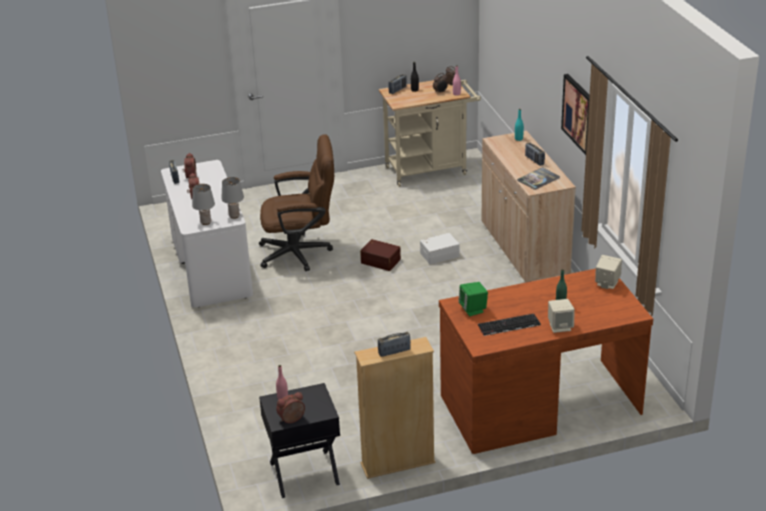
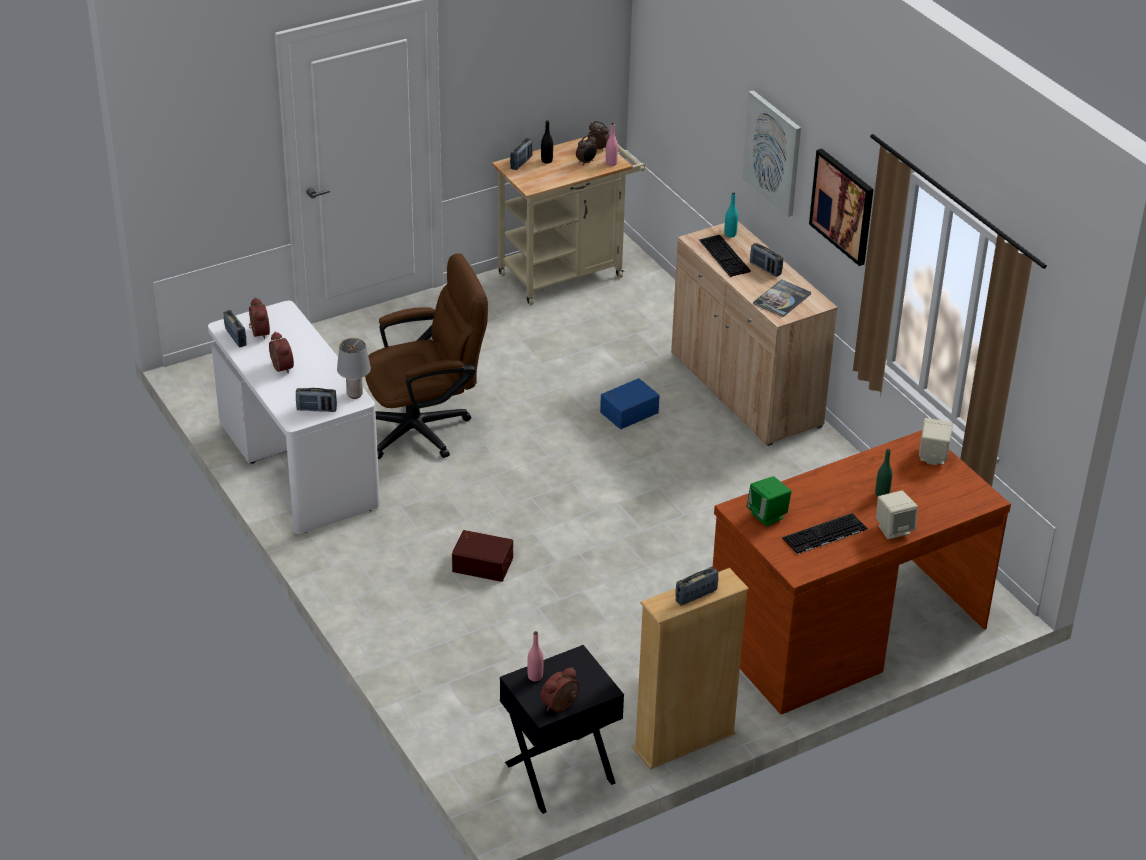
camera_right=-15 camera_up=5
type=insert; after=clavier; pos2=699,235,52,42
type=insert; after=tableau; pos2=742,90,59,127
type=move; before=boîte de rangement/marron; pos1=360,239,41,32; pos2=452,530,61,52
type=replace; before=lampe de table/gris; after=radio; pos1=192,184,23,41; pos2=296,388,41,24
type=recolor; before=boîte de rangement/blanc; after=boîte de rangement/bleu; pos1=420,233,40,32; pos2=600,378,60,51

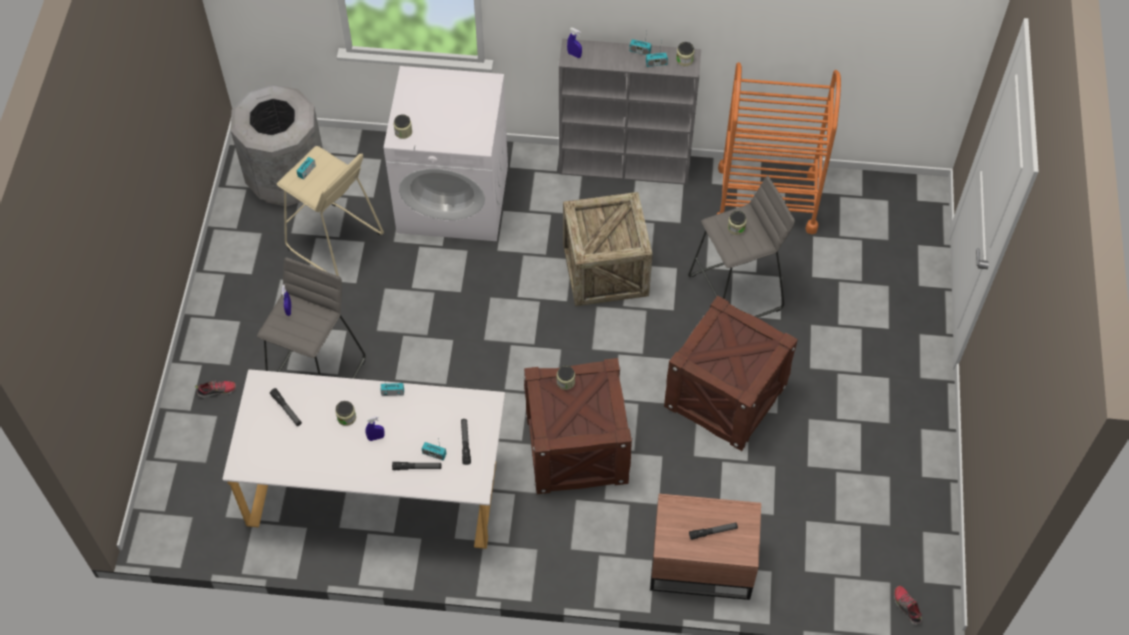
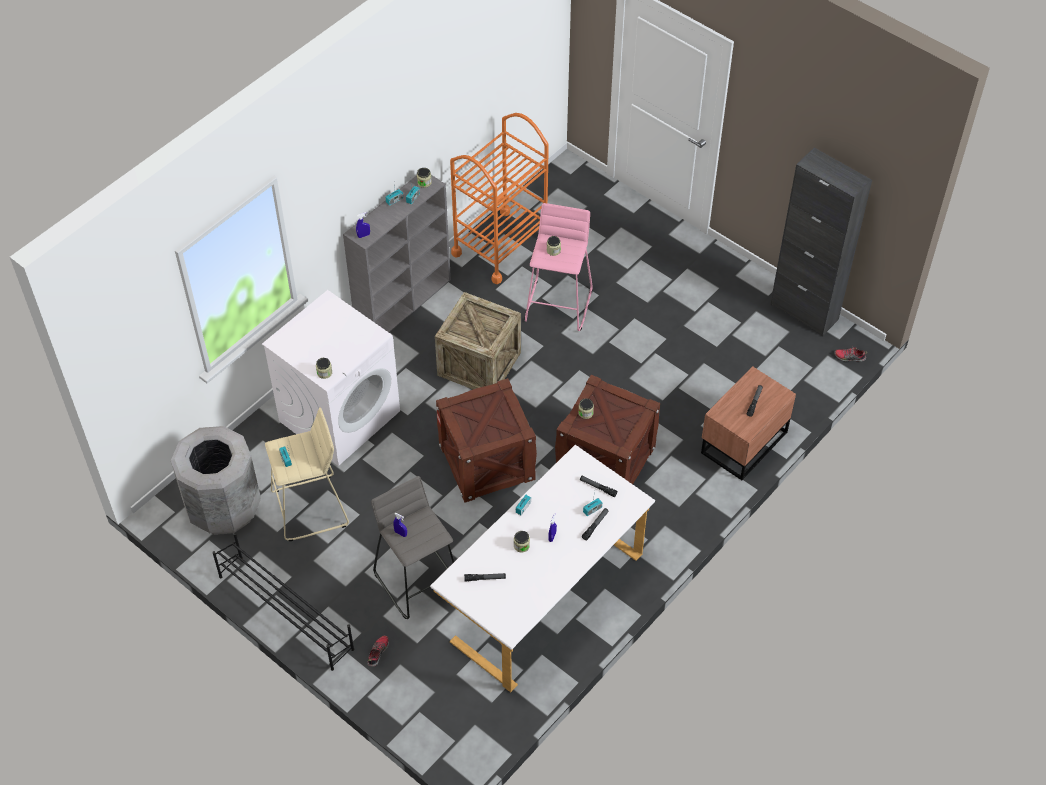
camera_right=-55 camera_up=-5
type=insert; after=étagère à chaussures/noir; pos2=212,533,142,138
type=insert; after=meuble de rangement/noir; pos2=770,147,102,189
type=move; before=caisse; pos1=664,295,134,156; pos2=436,378,101,125
type=recolor; before=tabouret/gris; after=tabouret/rose; pos1=688,176,107,142; pos2=524,203,69,128

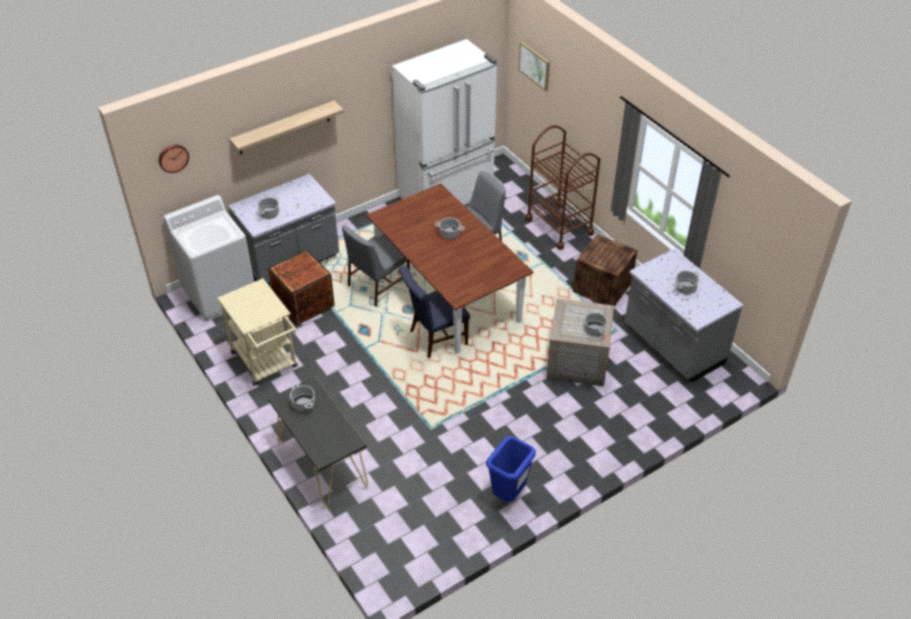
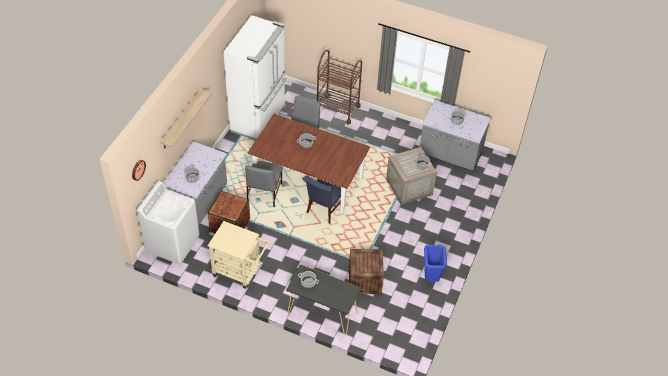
camera_right=-35 camera_up=5
type=delete; before=tableau; pos1=518,41,32,50
type=move; before=caisse; pos1=573,234,65,73; pos2=349,249,35,45

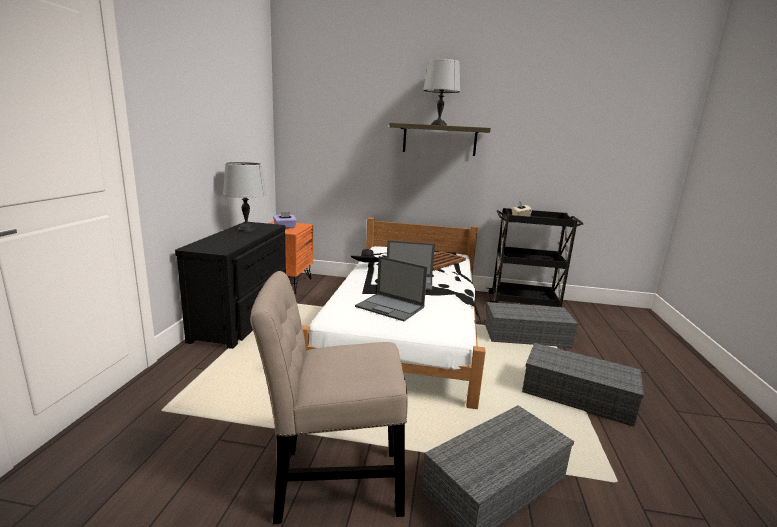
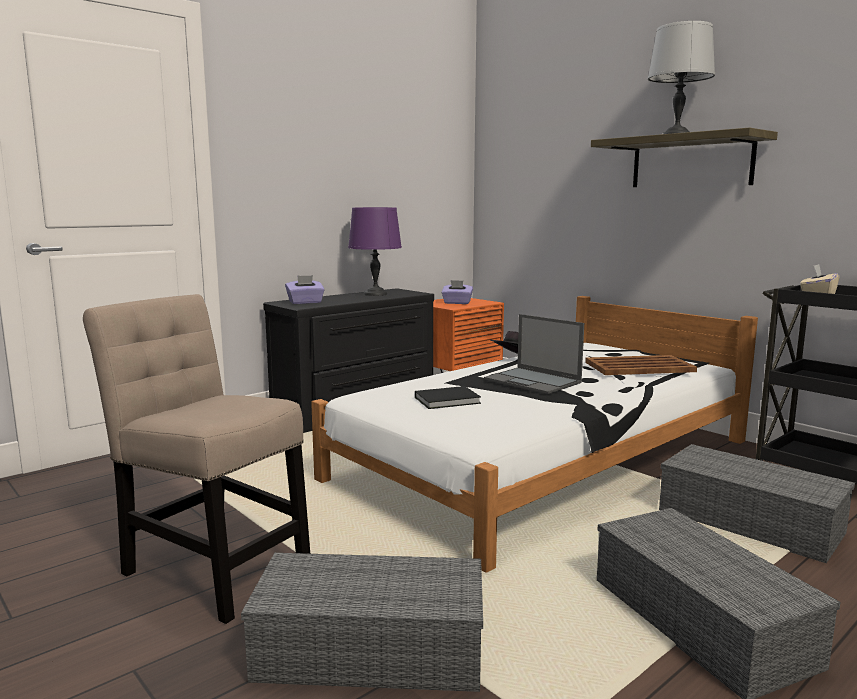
camera_right=40 camera_up=-5
type=insert; after=boîte à mouchoirs/violet; pos2=285,275,40,29
type=replace; before=ordinateur portable; after=livre/noir; pos1=355,256,72,65; pos2=415,386,66,23
type=recolor; before=lampe de table/gris; after=lampe de table/violet; pos1=223,162,43,70; pos2=348,207,54,89

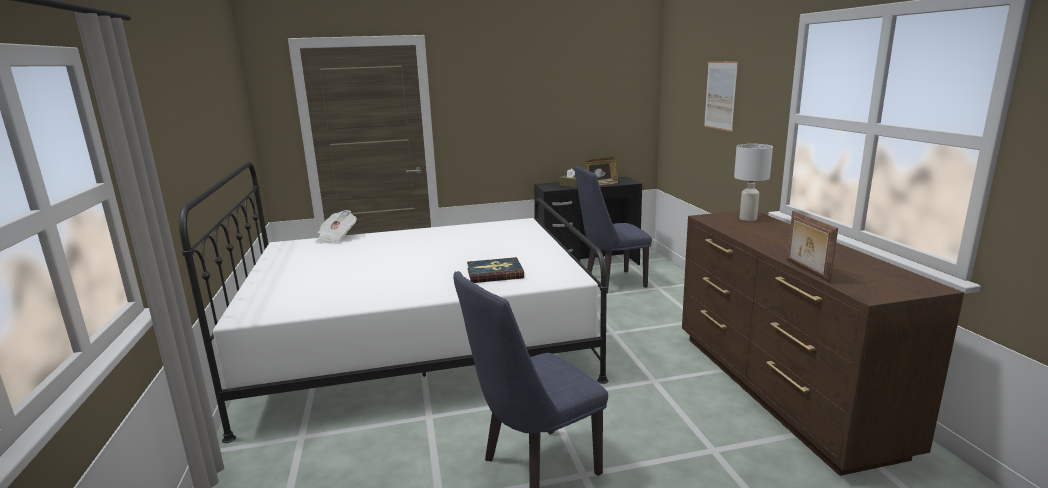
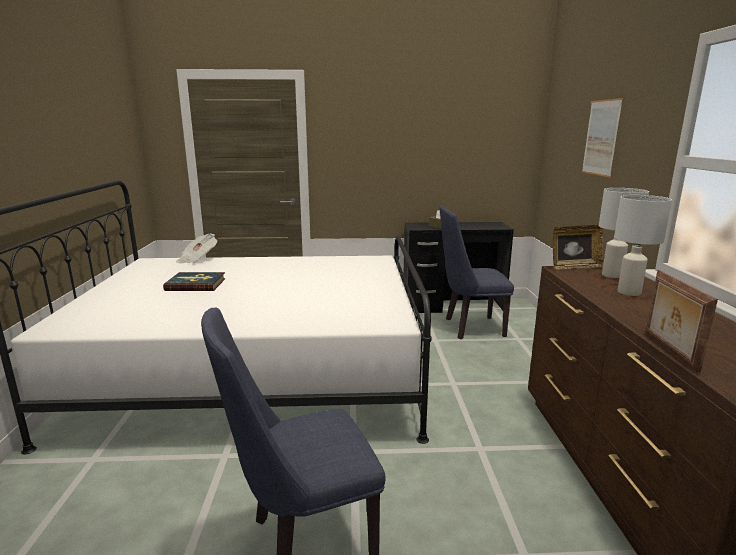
camera_right=10 camera_up=0
type=insert; after=lampe de table/blanc; pos2=614,195,58,101
type=move; before=livre; pos1=467,257,57,26; pos2=163,272,62,19
type=move; before=cadre photo; pos1=585,157,33,28; pos2=553,225,50,44

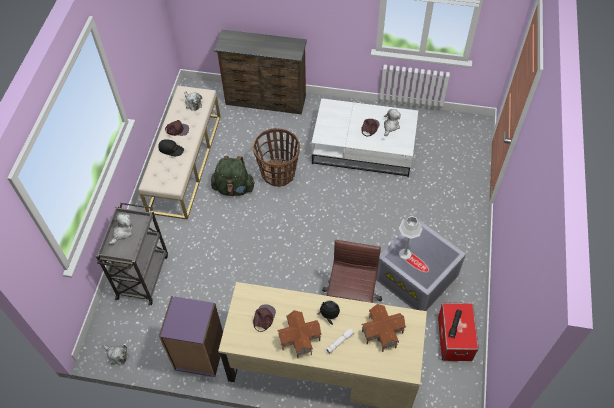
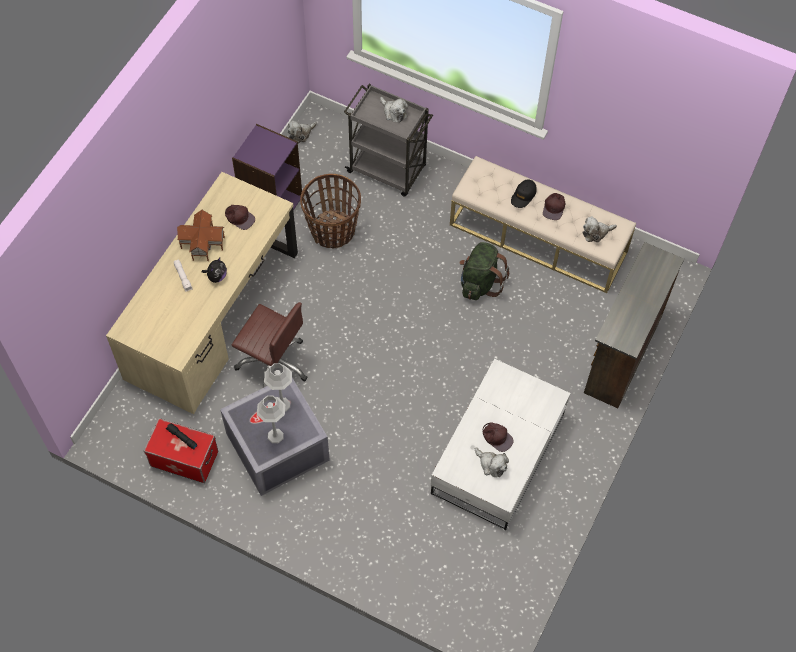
camera_right=105 camera_up=5
type=delete; before=maison miniature; pos1=361,304,45,48
type=insert; after=lampe de table/gris; pos2=257,395,28,48
type=move; before=panier; pos1=253,128,47,59; pos2=300,174,61,75

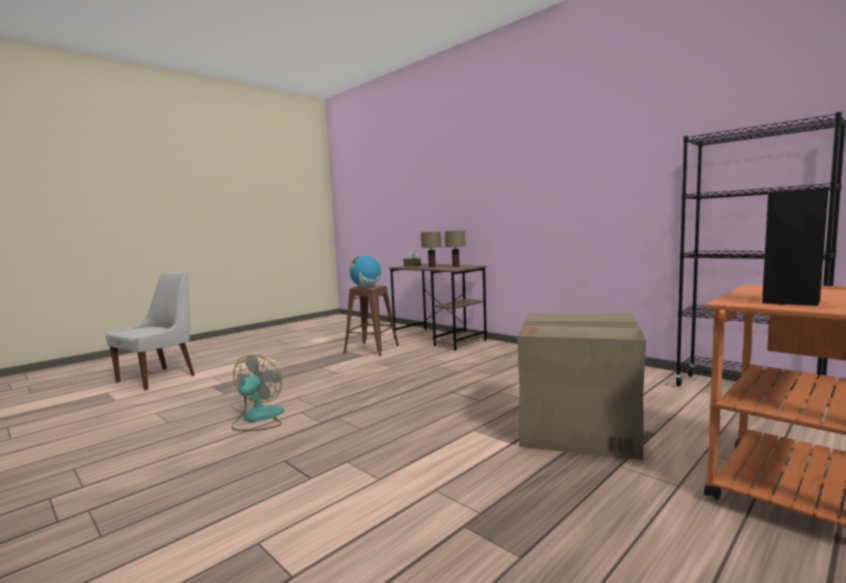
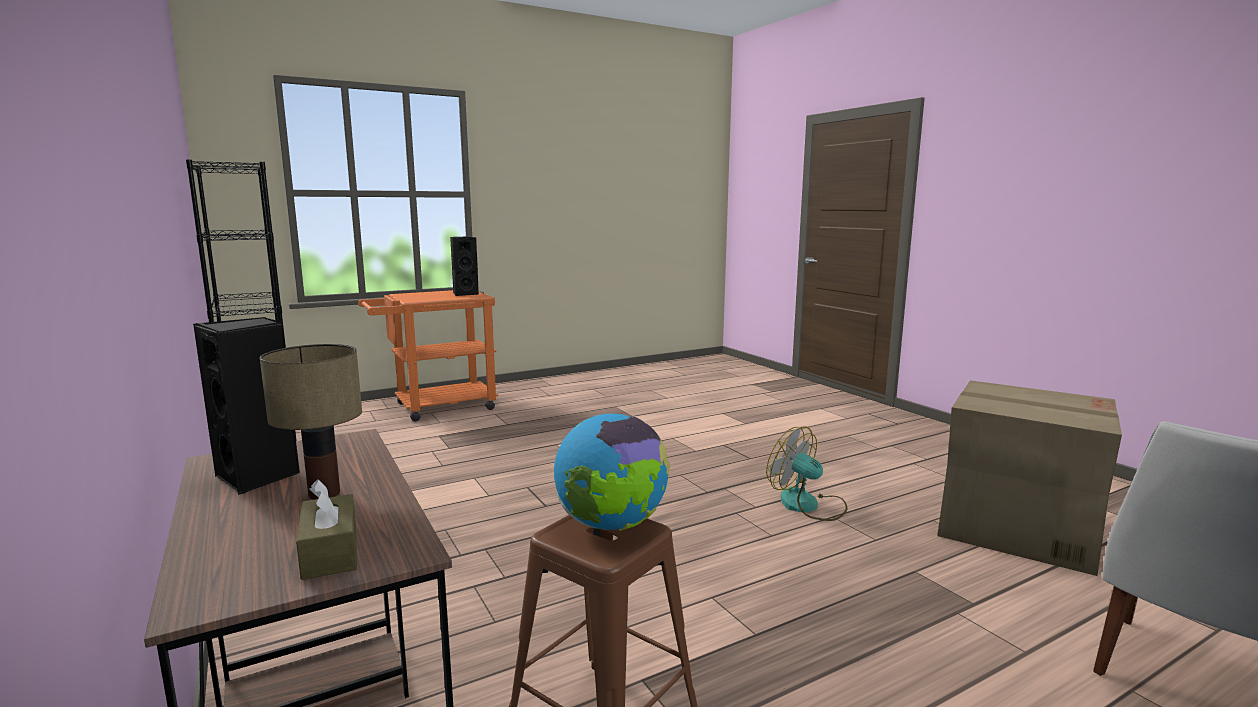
camera_right=-165 camera_up=5
type=move; before=carton; pos1=517,313,129,147; pos2=937,380,185,196
type=replace; before=lampe de table; after=enceinte/noir; pos1=445,231,21,36; pos2=193,317,107,178
type=rotate; before=ventilateur; pos1=231,355,54,76; pos2=766,426,81,95; turn=105

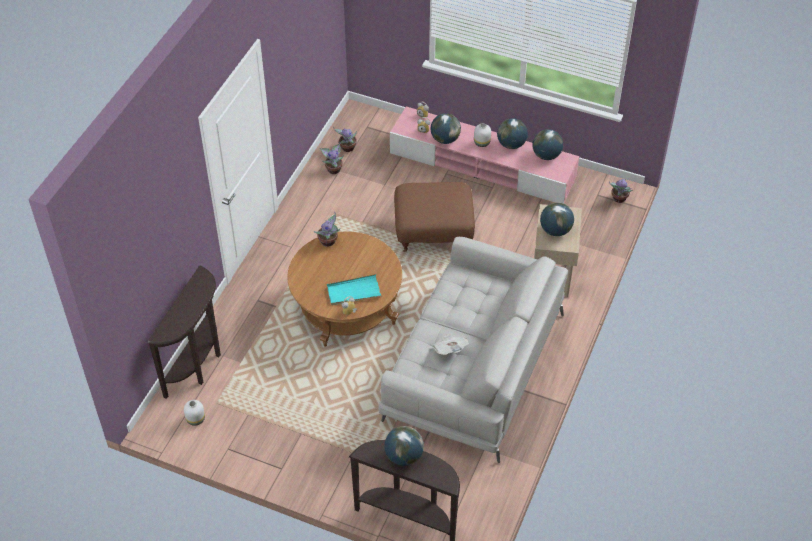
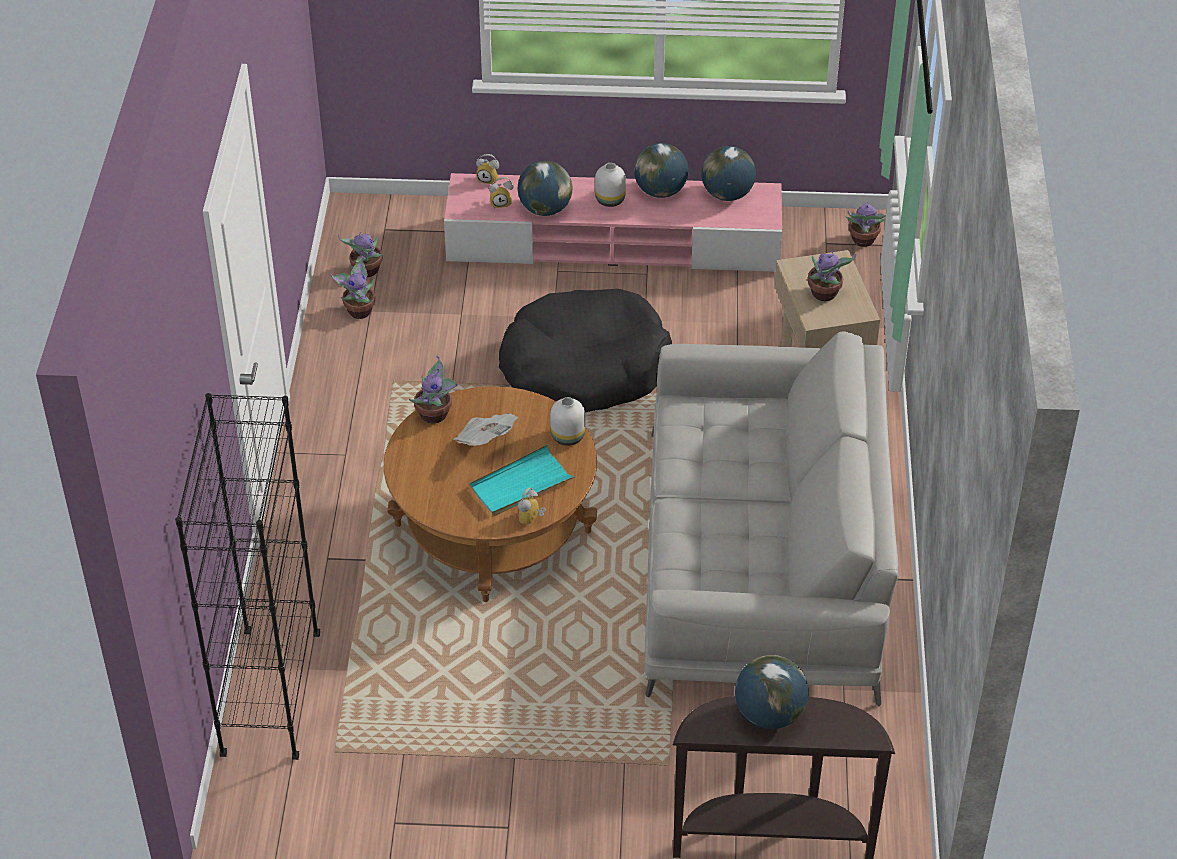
camera_right=-20 camera_up=-5
type=move; before=vase/blanc; pos1=184,400,21,26; pos2=550,397,35,49
type=move; before=journal; pos1=432,334,37,21; pos2=453,413,65,33
type=replace; before=table console/marron; after=bibliothèque/noir; pos1=148,265,73,134; pos2=175,393,145,367
type=replace; before=pouf/marron; after=panier pour chien/noir; pos1=394,182,81,70; pos2=499,289,173,123
type=replace; before=globe; after=plante en pot; pos1=540,203,34,33; pos2=807,251,50,50

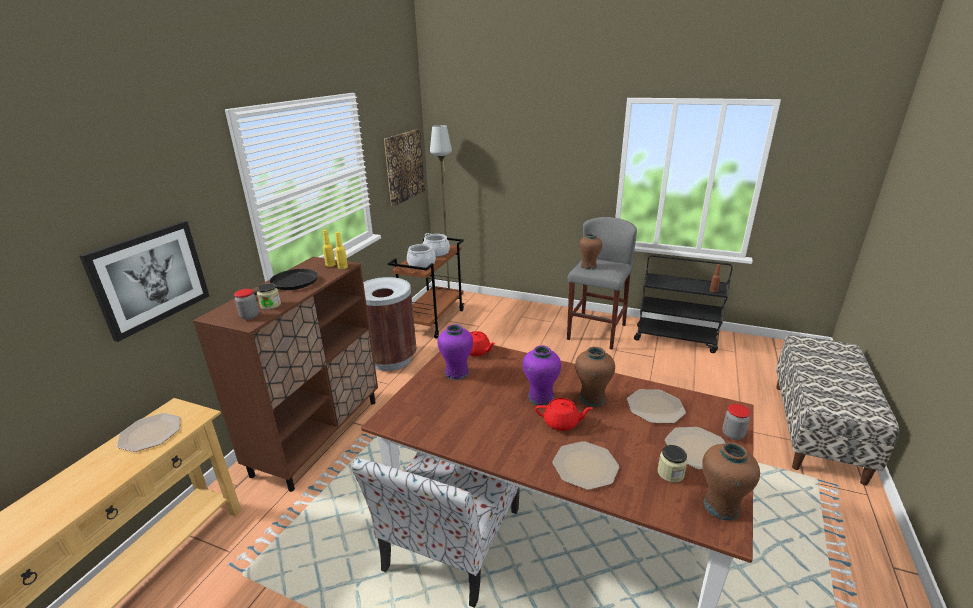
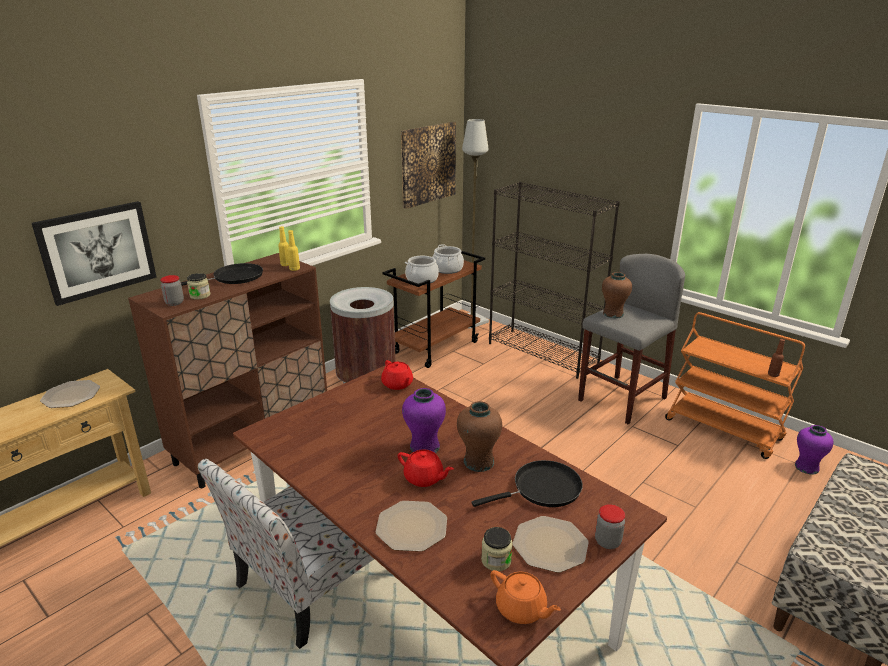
camera_right=20 camera_up=0
type=insert; after=bibliothèque/noir; pos2=489,182,131,197
type=move; before=vase/violet; pos1=437,324,36,56; pos2=795,425,39,50
type=replace; before=assiette; after=poêle/noir; pos1=627,389,59,34; pos2=472,460,111,47
type=replace; before=vase/marron; after=théière/orange; pos1=702,442,58,78; pos2=490,570,71,54
type=recolor; before=chariot/noir; after=chariot/orange; pos1=634,255,99,98; pos2=665,312,140,147

